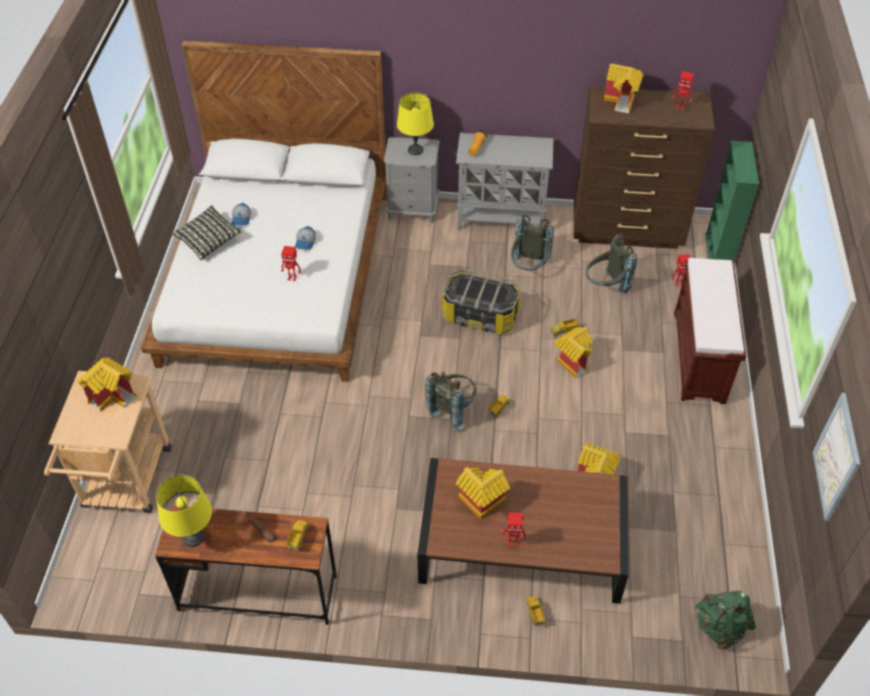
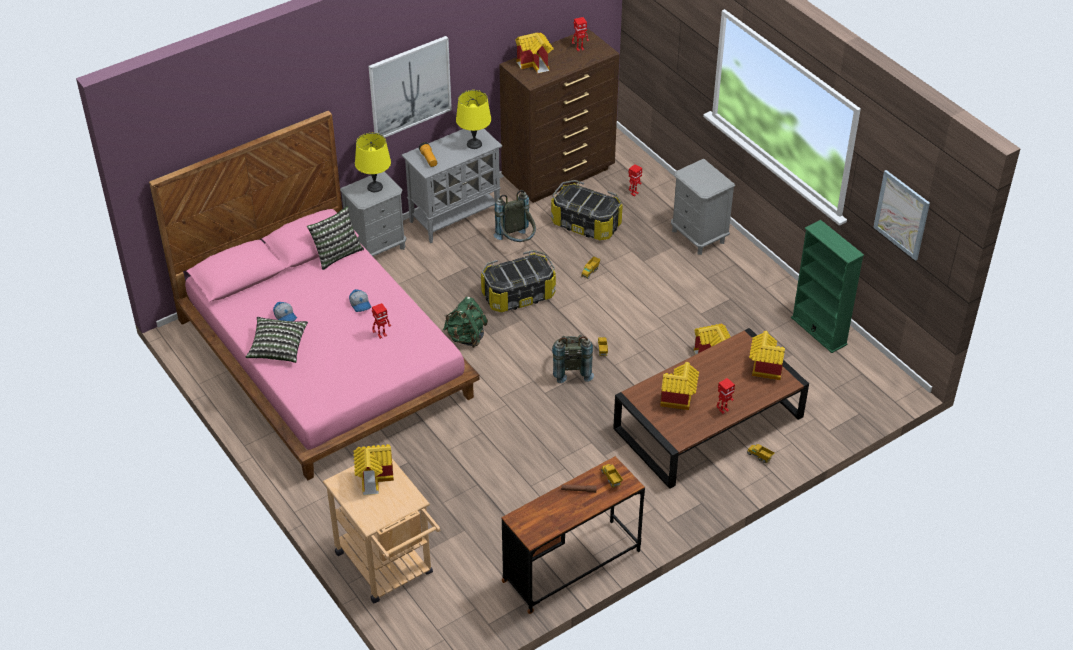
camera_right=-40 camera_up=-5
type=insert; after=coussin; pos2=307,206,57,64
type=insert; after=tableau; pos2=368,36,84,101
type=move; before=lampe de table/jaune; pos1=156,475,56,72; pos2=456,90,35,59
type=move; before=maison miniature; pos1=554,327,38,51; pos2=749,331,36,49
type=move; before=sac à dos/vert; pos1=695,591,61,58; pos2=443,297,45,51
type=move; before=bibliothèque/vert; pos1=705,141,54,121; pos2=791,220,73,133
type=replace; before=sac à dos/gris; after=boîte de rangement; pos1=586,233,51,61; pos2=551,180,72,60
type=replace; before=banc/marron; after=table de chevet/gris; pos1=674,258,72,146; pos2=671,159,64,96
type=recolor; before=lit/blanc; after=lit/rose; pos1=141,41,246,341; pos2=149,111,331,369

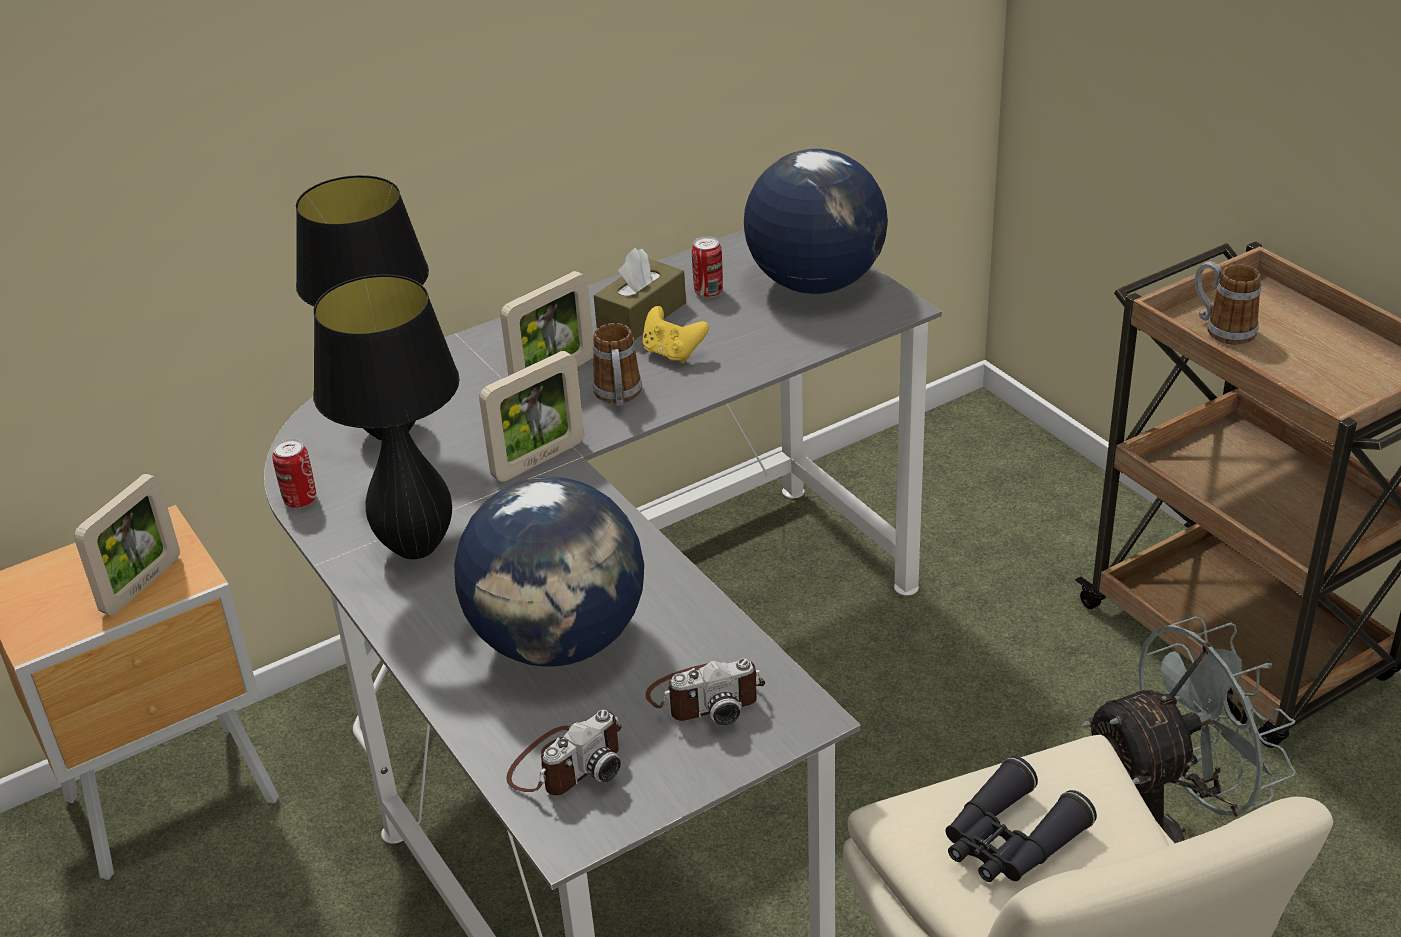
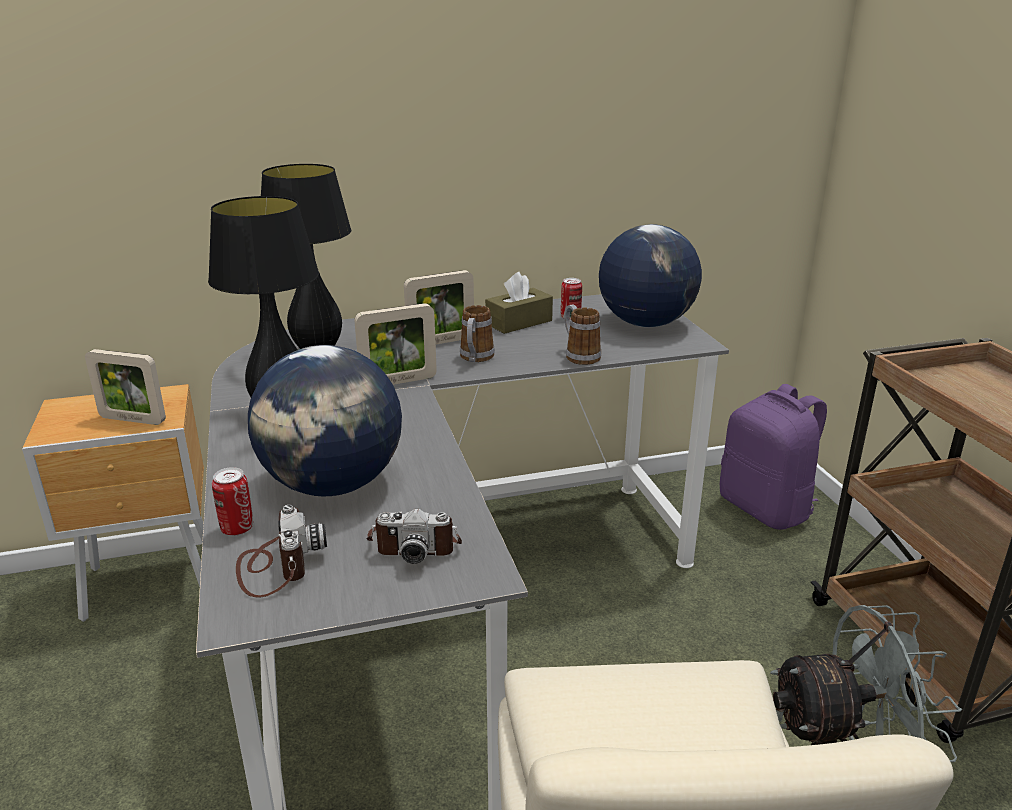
camera_right=15 camera_up=-10
type=delete; before=manette/jaune; pos1=642,306,67,57
type=delete; before=jumelles/noir; pos1=946,756,151,126
type=insert; after=sac à dos/violet; pos2=720,384,107,146
type=move; before=boîte métallique; pos1=272,439,44,69; pos2=212,467,41,69
type=move; before=mug; pos1=1195,262,66,83; pos2=564,305,37,60
type=rotate; before=cadre photo; pos1=74,474,106,141; pos2=85,349,81,76; turn=60
type=rotate; before=appareil photo; pos1=506,710,116,85; pos2=236,505,91,93; turn=-75

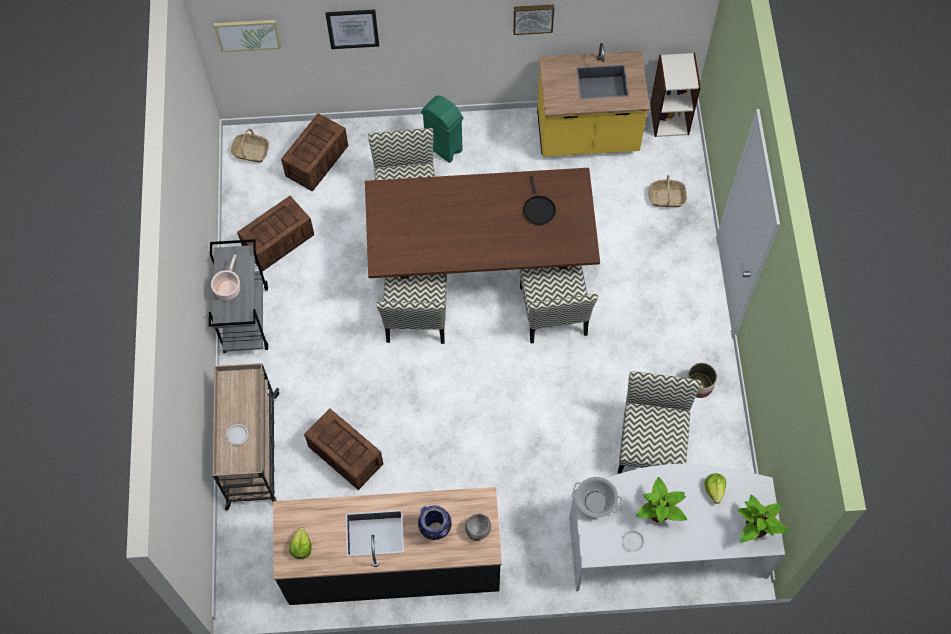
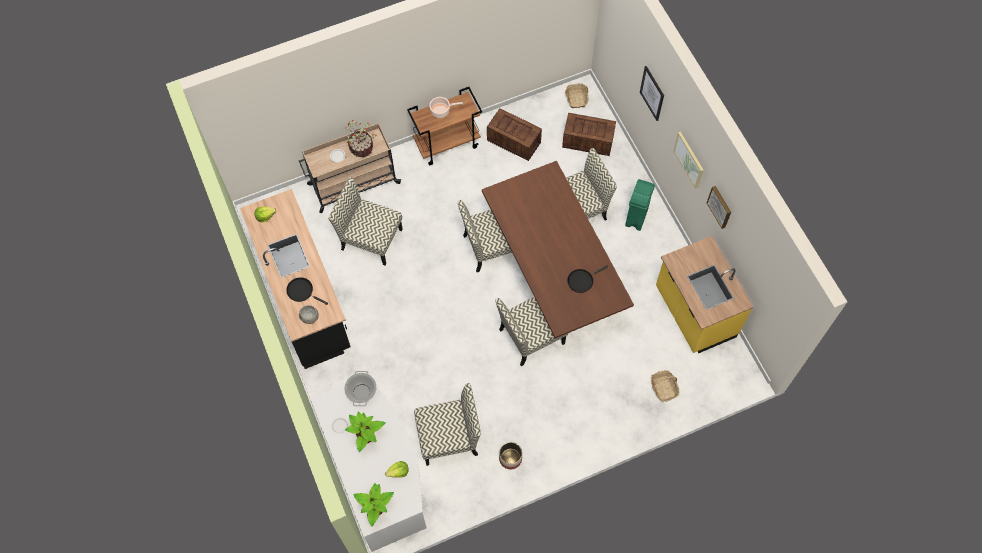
camera_right=70 camera_up=0
type=delete; before=bibliothèque; pos1=650,53,51,84
type=insert; after=plante en pot; pos2=345,120,32,37
type=move; before=tableau; pos1=214,20,67,32; pos2=673,132,30,56
type=replace; before=caisse; after=chaise; pos1=304,408,79,82; pos2=328,177,75,88
type=replace; before=vase; after=poêle/noir; pos1=418,505,34,35; pos2=286,277,42,28
type=recolor; before=chariot/gris; after=chariot/marron; pos1=208,239,60,114; pos2=407,87,75,78

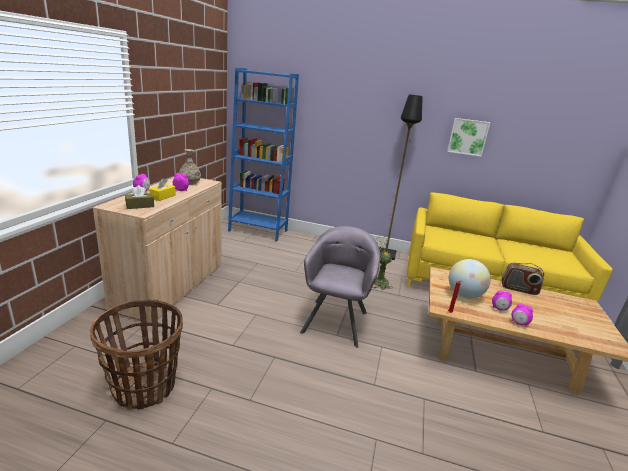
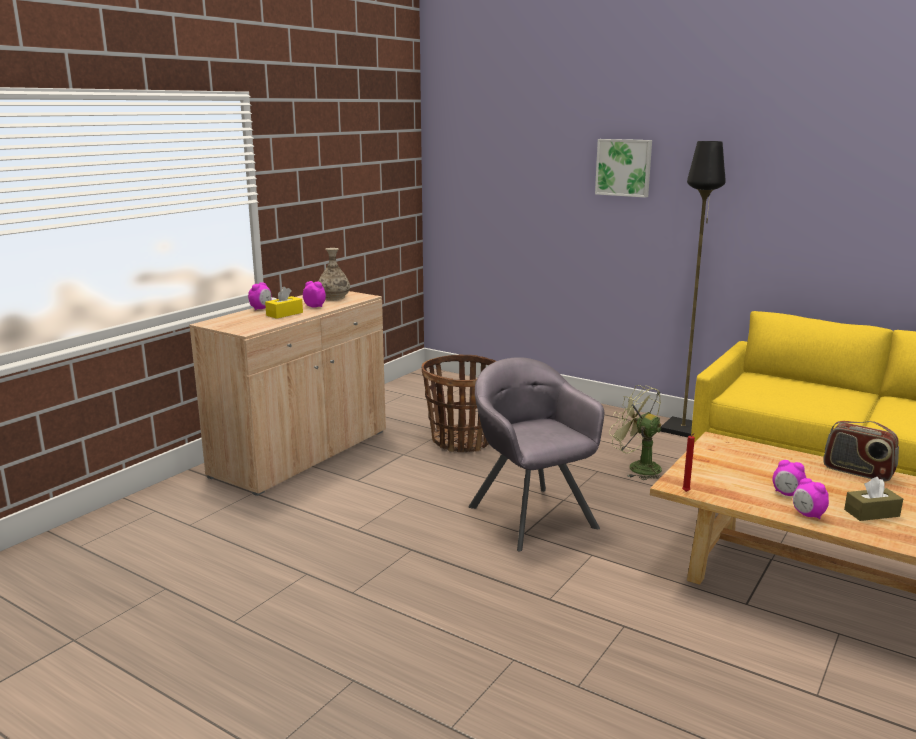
camera_right=20 camera_up=-5
type=delete; before=bibliothèque/bleu; pos1=228,68,71,174
type=delete; before=globe; pos1=449,259,42,40
type=move; before=panier; pos1=90,299,93,111; pos2=422,355,74,97
type=move; before=boîte à mouchoirs/marron; pos1=125,185,29,24; pos2=844,477,59,44
type=move; before=tableau; pos1=447,118,43,39; pos2=595,139,57,59
type=rotate; before=fauteuil/gris; pos1=300,226,80,122; pos2=468,357,136,195; turn=-60

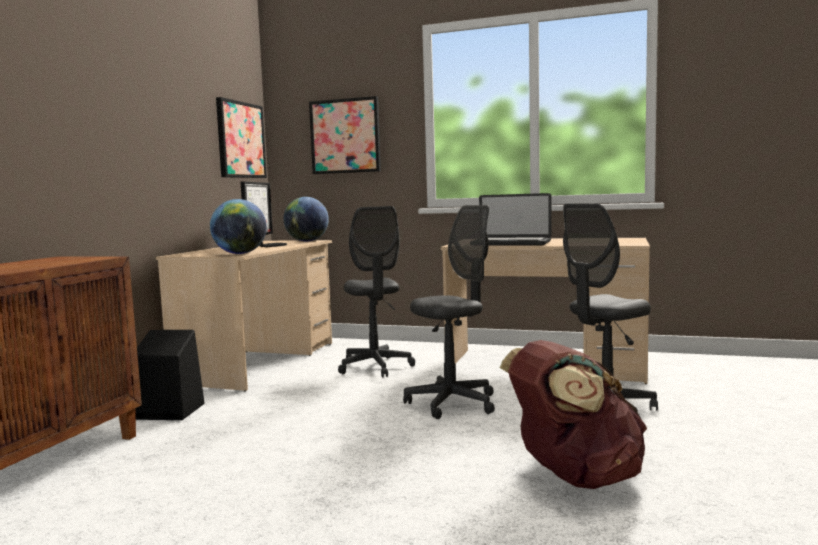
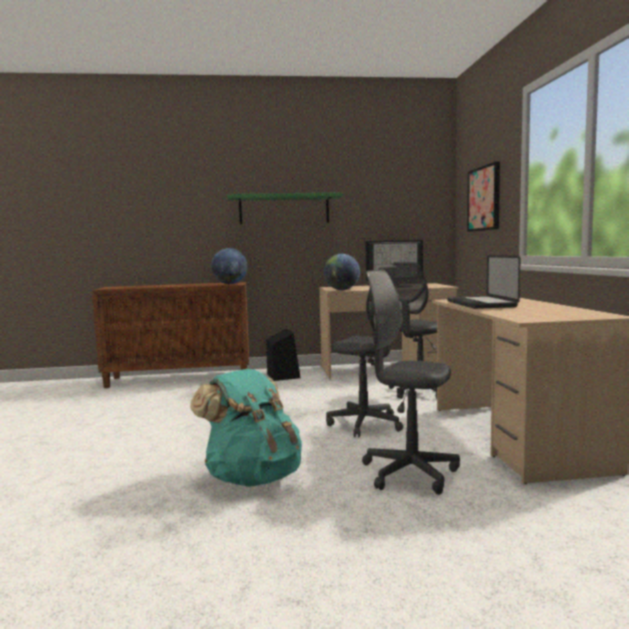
camera_right=65 camera_up=0
type=delete; before=tableau; pos1=216,97,51,81
type=insert; after=étagère/vert; pos2=227,192,115,32
type=move; before=globe; pos1=284,197,45,44; pos2=211,248,37,36
type=recolor; before=sac à dos/marron; after=sac à dos/turquoise; pos1=500,340,147,149; pos2=191,369,111,118

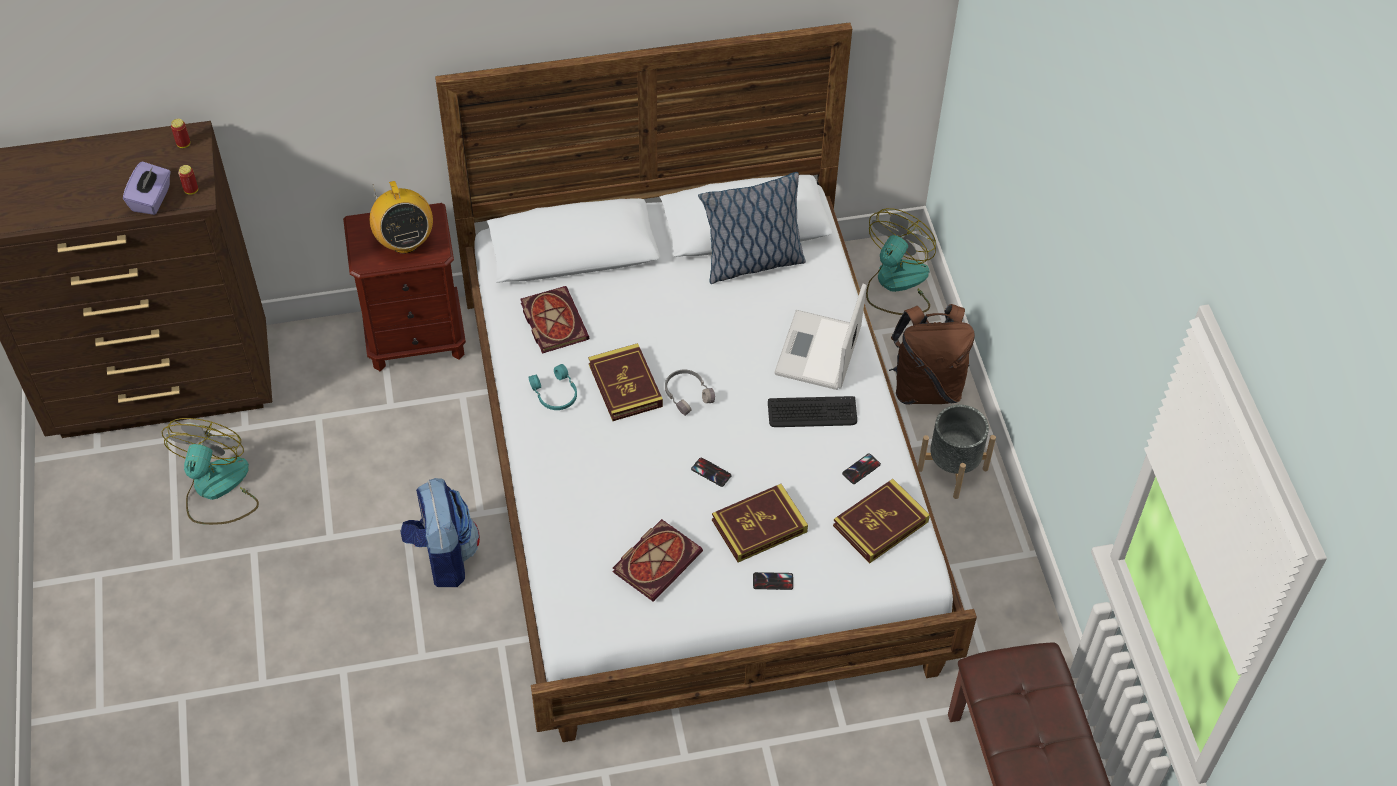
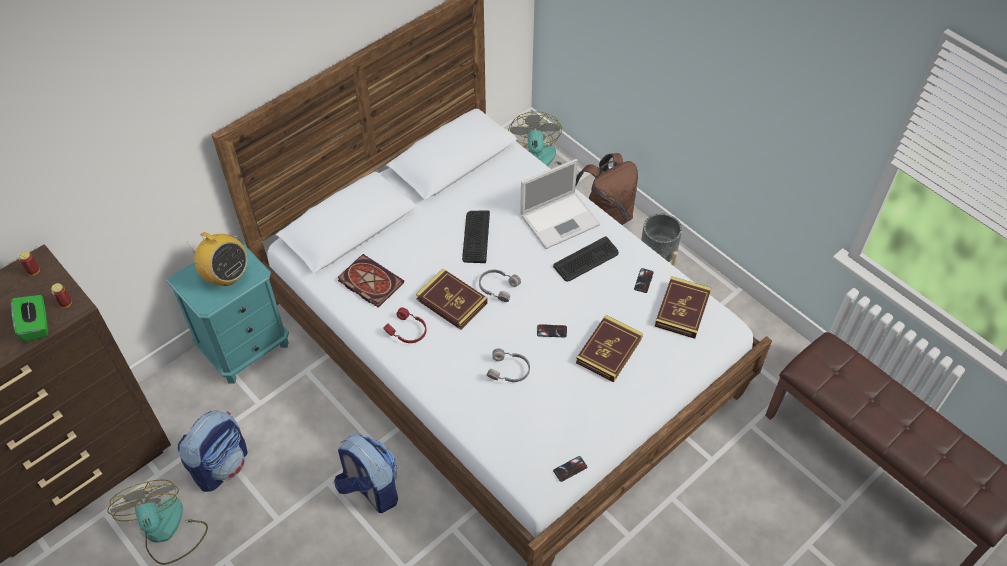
camera_right=-30 camera_up=0
type=delete; before=livre; pos1=613,519,90,82
type=delete; before=coussin; pos1=698,172,108,112
type=insert; after=sac à dos; pos2=178,411,70,81
type=insert; after=clavier; pos2=462,211,28,52
type=insert; after=casque audio/gris; pos2=487,348,43,34
type=move; before=téléphone; pos1=753,572,40,18; pos2=553,456,34,26
type=recolor; before=boîte à mouchoirs/violet; after=boîte à mouchoirs/vert; pos1=123,161,48,54; pos2=11,295,37,47
type=recolor; before=table de chevet/marron; after=table de chevet/turquoise; pos1=343,203,123,169; pos2=166,237,123,147
type=recolor; before=casque audio/turquoise; after=casque audio/rouge; pos1=529,364,48,46; pos2=383,307,44,36
type=rotate; before=ordinateur portable; pos1=774,284,93,106; pos2=520,159,80,90; turn=-105

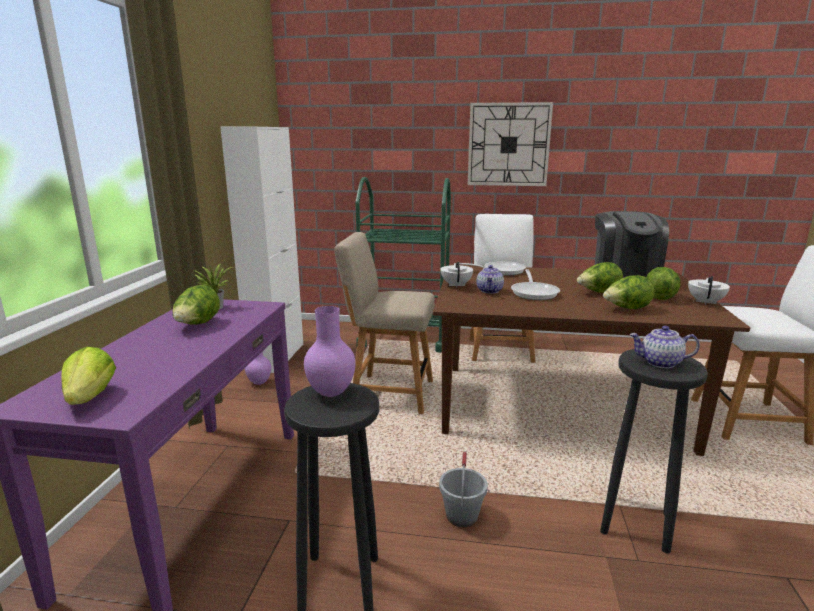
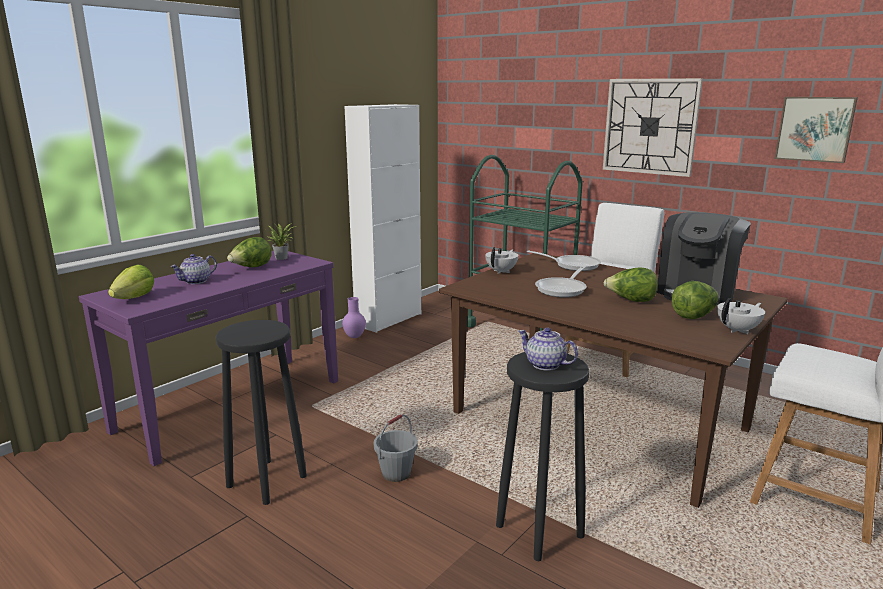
camera_right=30 camera_up=0
type=delete; before=vase/violet; pos1=304,306,52,91
type=delete; before=chaise/beige; pos1=334,232,101,182
type=delete; before=laitue; pos1=603,275,51,34
type=insert; after=tableau; pos2=775,97,83,66
type=move; before=théière; pos1=476,265,28,29; pos2=170,254,47,30

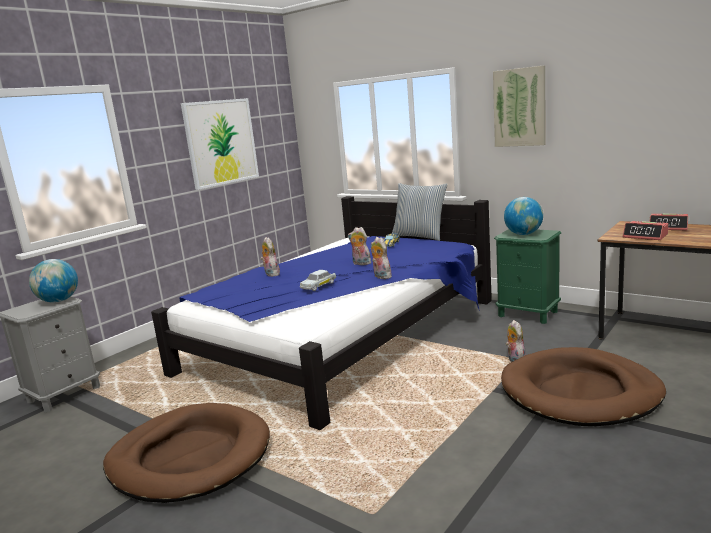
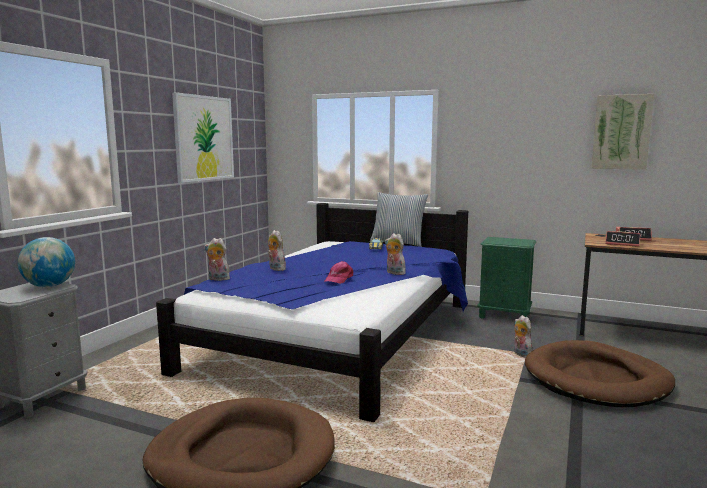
camera_right=-15 camera_up=-5
type=delete; before=globe; pos1=504,197,39,38
type=move; before=peluche; pos1=348,227,23,38; pos2=204,238,26,43
type=move; before=tableau; pos1=493,65,52,82; pos2=591,94,63,76
type=replace; before=petite voiture/blanc; after=casquette/rose; pos1=300,270,36,21; pos2=325,261,28,23

